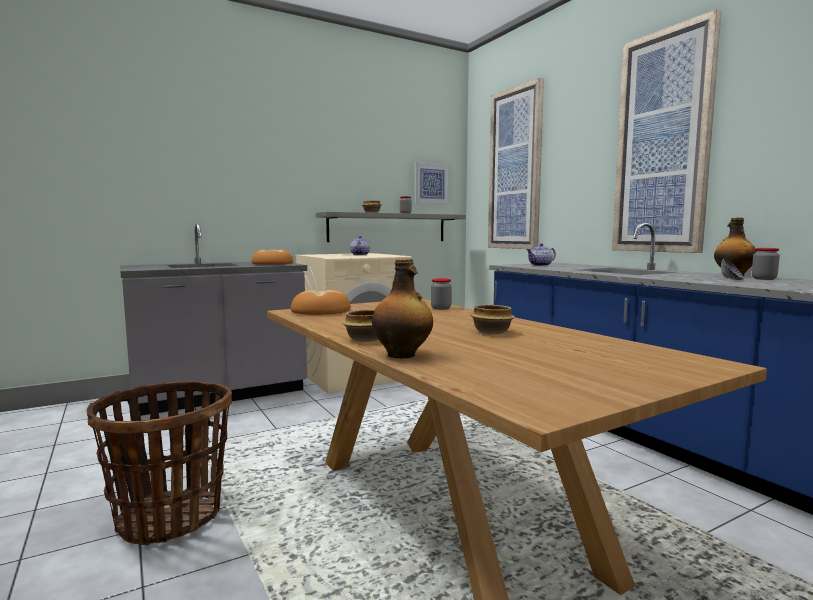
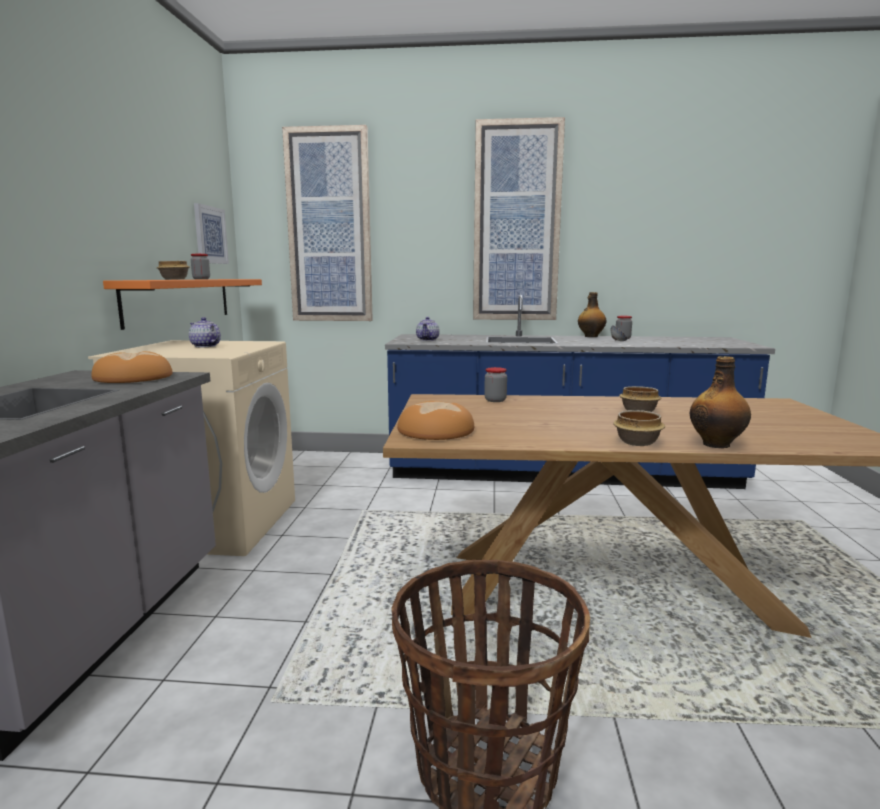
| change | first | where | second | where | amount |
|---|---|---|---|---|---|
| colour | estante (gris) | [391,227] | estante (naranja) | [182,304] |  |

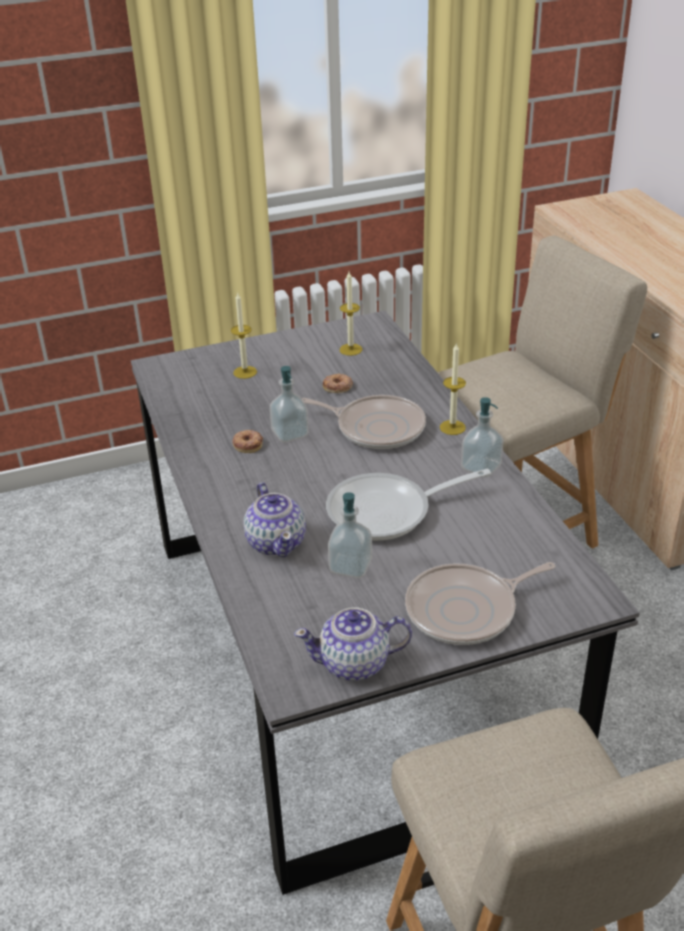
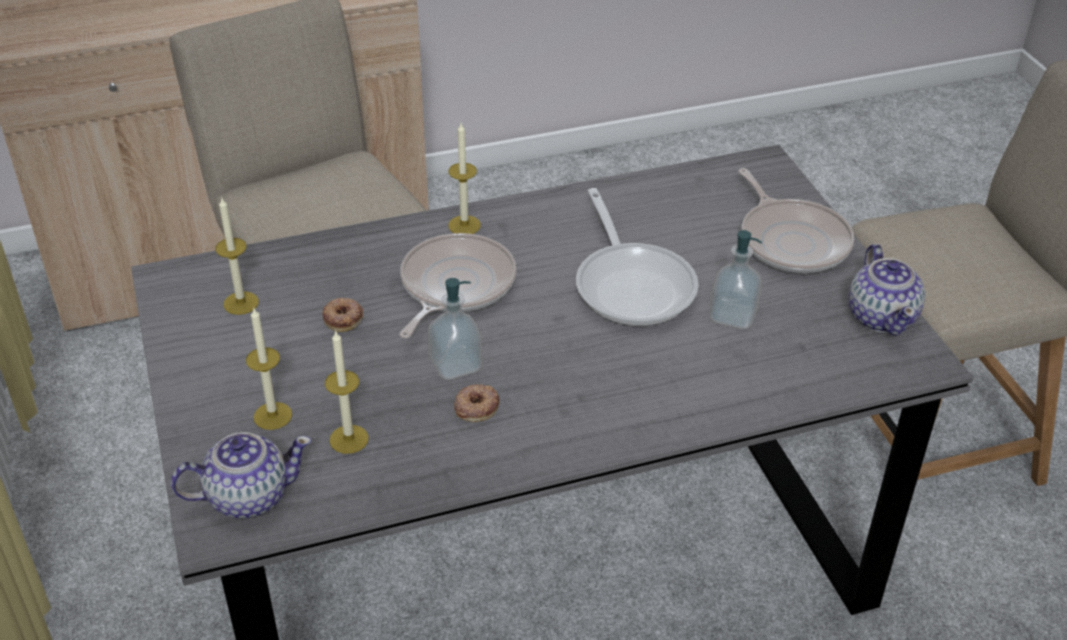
| change | first | where | second | where | amount |
|---|---|---|---|---|---|
| missing | dispensador de jabón | [482,437] |  |  |  |
| relocated | tetera | [275,519] |  | [241,475] |  |
| appeared |  |  | vela | [347,392] |  |

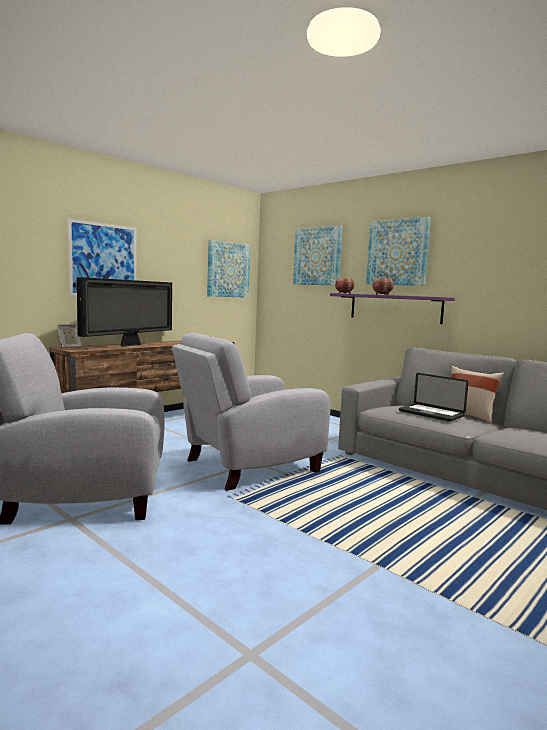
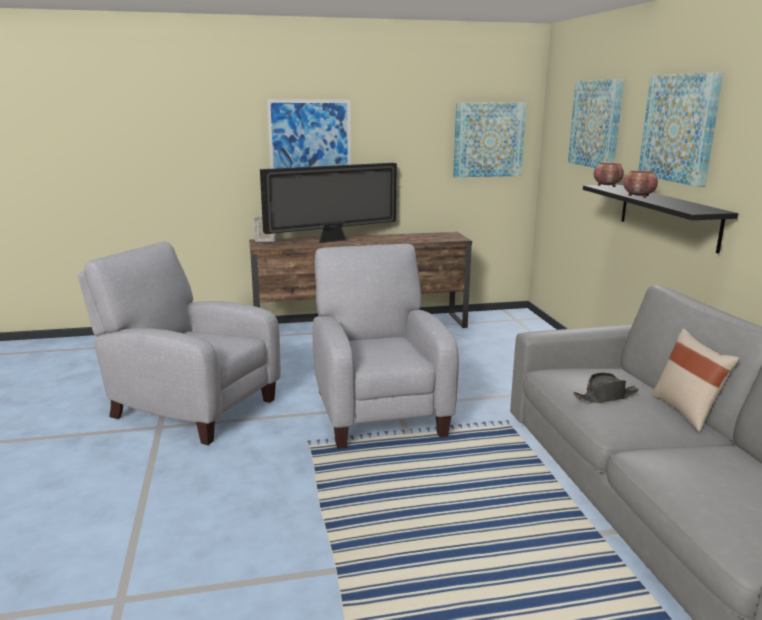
| change | first | where | second | where | amount |
|---|---|---|---|---|---|
| colour | estante (morado) | [392,308] | estante (negro) | [660,219] |  |
| spun | sillón (gris) | [251,412] |  | [386,346] | 75 degrees clockwise |
| exchanged | portátil | [434,397] | sombrero (negro) | [606,388] |  |

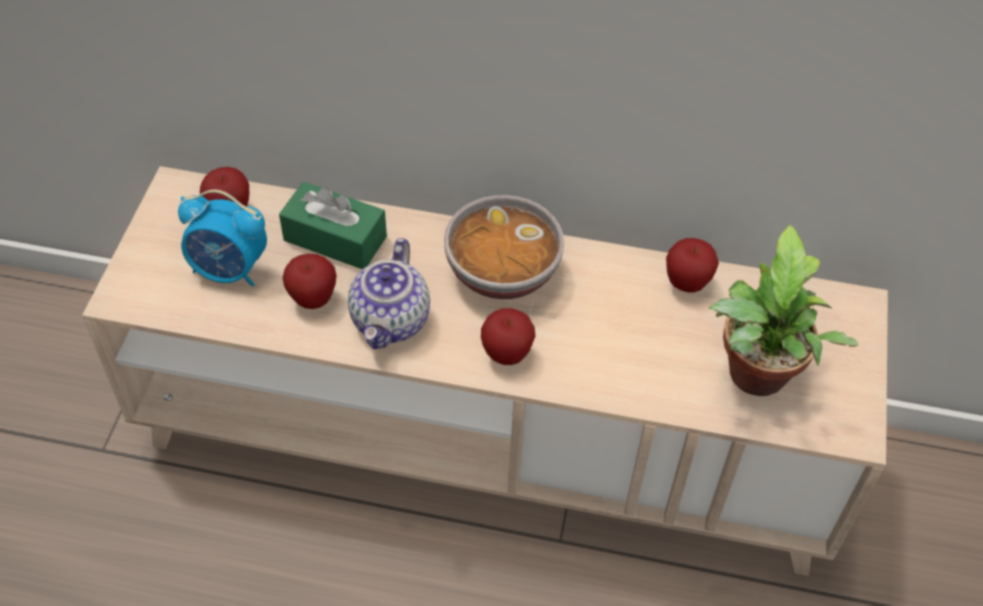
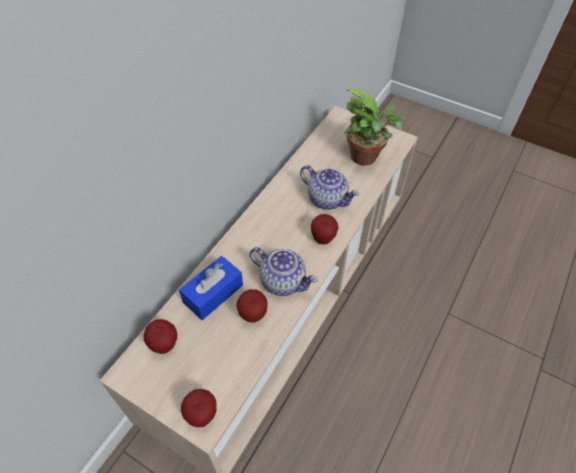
| change | first | where | second | where | amount |
|---|---|---|---|---|---|
| colour | caja de pañuelos (verde) | [333,225] | caja de pañuelos (azul) | [211,288] |  |
| missing | despertador | [222,238] |  |  |  |
| missing | cuenco | [504,247] |  |  |  |
| relocated | manzana | [692,265] |  | [199,408] |  |
| appeared |  |  | tetera | [330,187] |  |

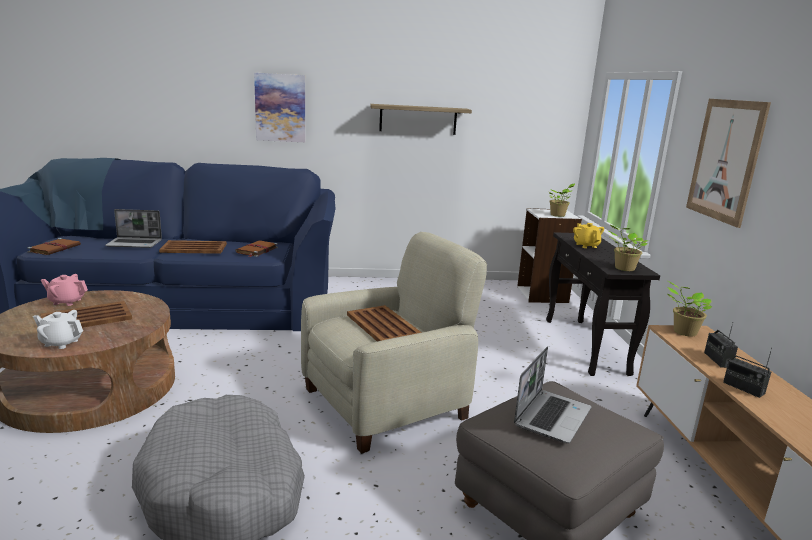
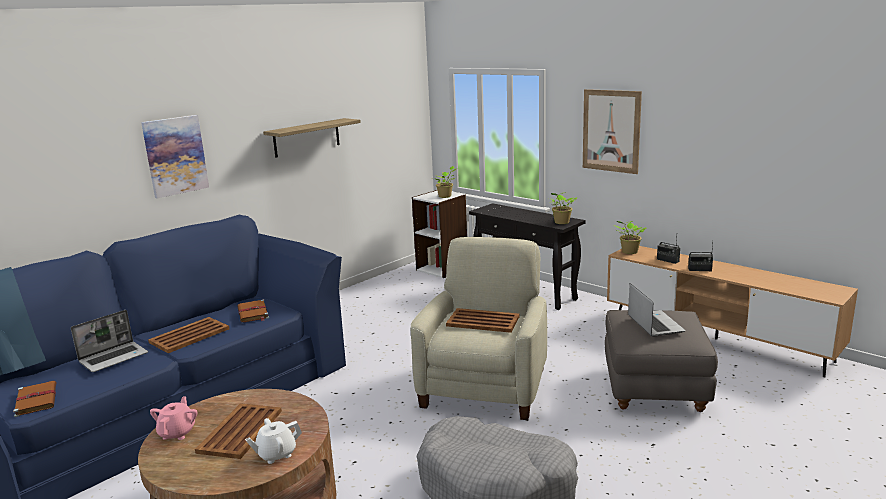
| change | first | where | second | where | amount |
|---|---|---|---|---|---|
| missing | tetera (amarillo) | [588,235] |  |  |  |
| spun | tetera (rosa) | [64,290] |  | [173,418] | 135 degrees clockwise |

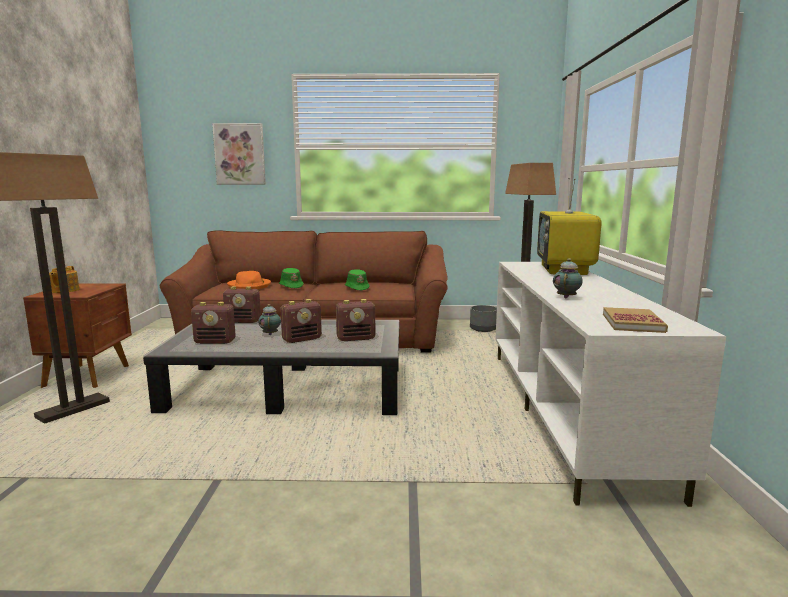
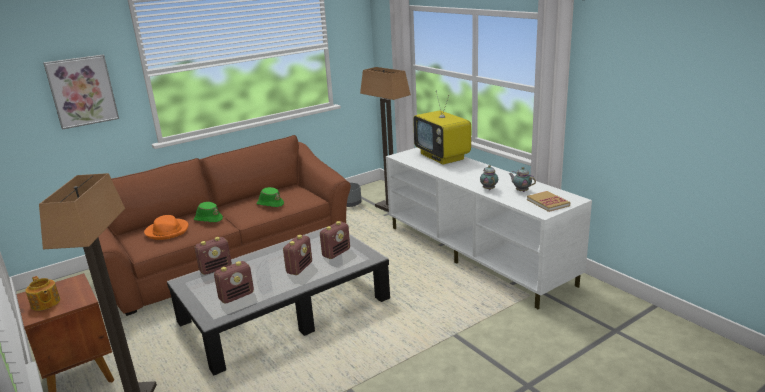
| change | first | where | second | where | amount |
|---|---|---|---|---|---|
| relocated | tetera | [269,319] |  | [522,179] |  |

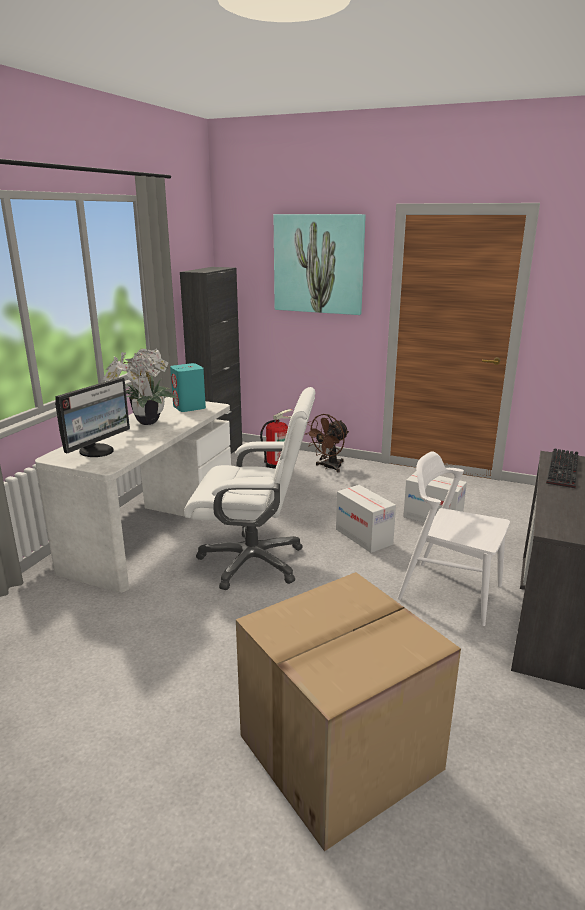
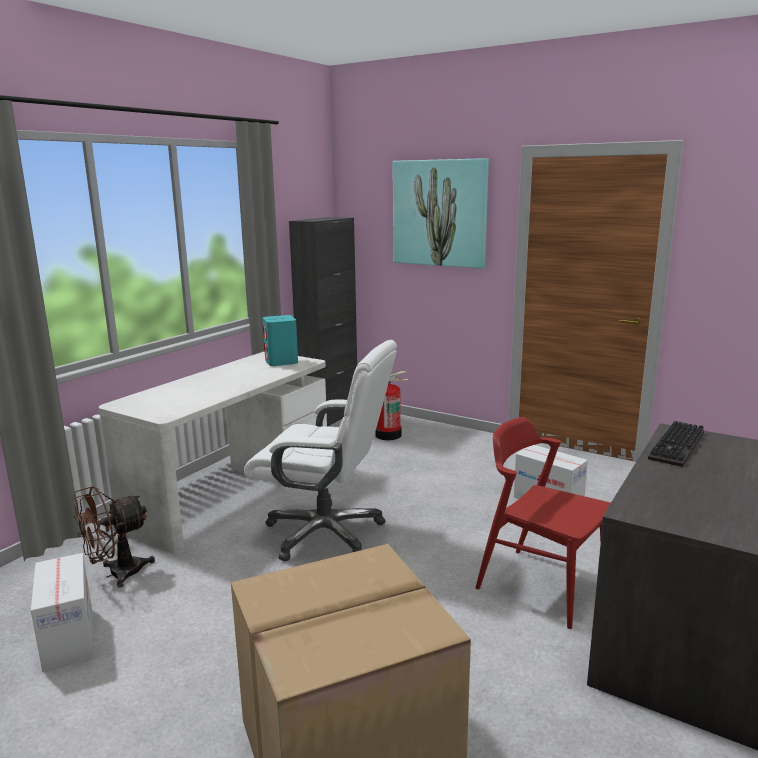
| change | first | where | second | where | amount |
|---|---|---|---|---|---|
| missing | planta en maceta | [140,386] |  |  |  |
| missing | monitor | [92,417] |  |  |  |
| relocated | ventilador (marrón) | [327,443] |  | [113,537] |  |
| colour | silla (blanco) | [454,538] | silla (rojo) | [543,523] |  |
| relocated | caja de cartón | [366,519] |  | [62,612] |  |

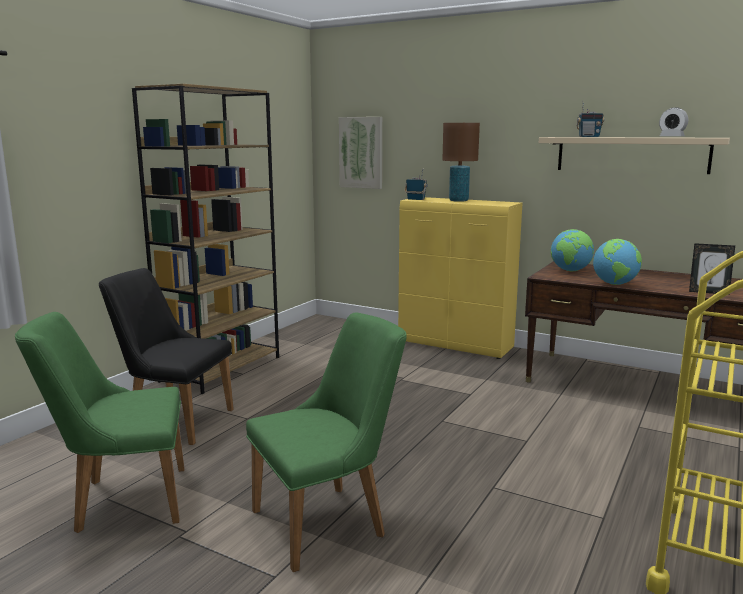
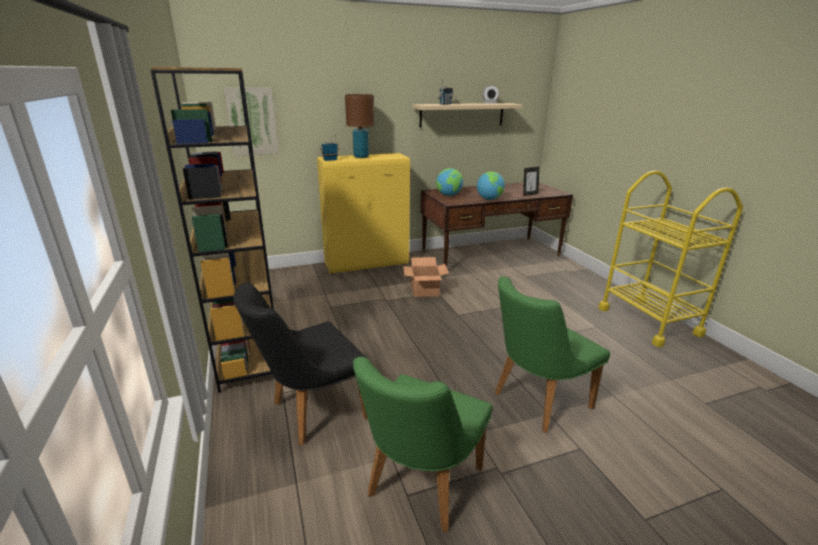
| change | first | where | second | where | amount |
|---|---|---|---|---|---|
| spun | silla (verde) | [326,442] |  | [552,354] | 135 degrees counterclockwise |
| appeared |  |  | caja de cartón | [426,277] |  |

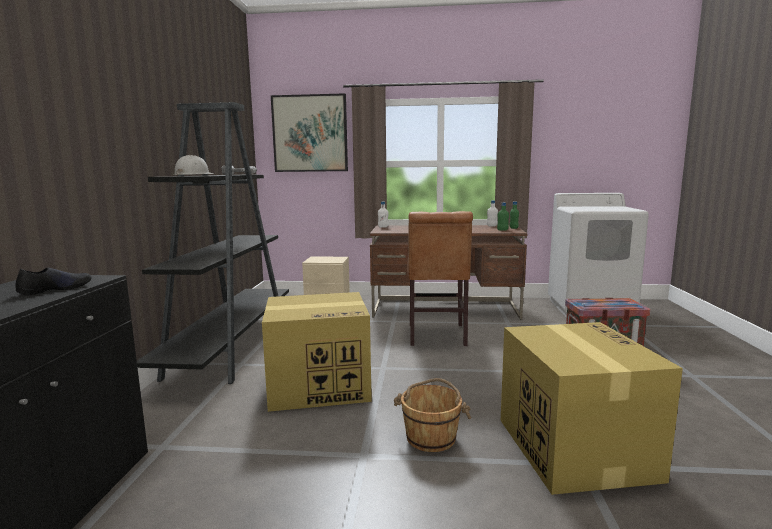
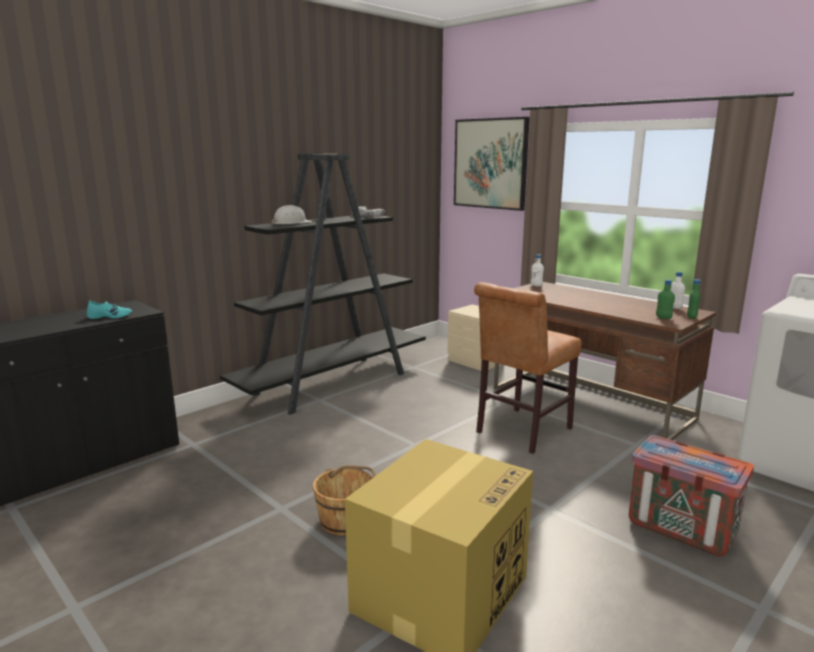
| change | first | where | second | where | amount |
|---|---|---|---|---|---|
| colour | zapato (negro) | [53,281] | zapato (turquesa) | [109,310] |  |
| missing | caja de cartón | [317,352] |  |  |  |

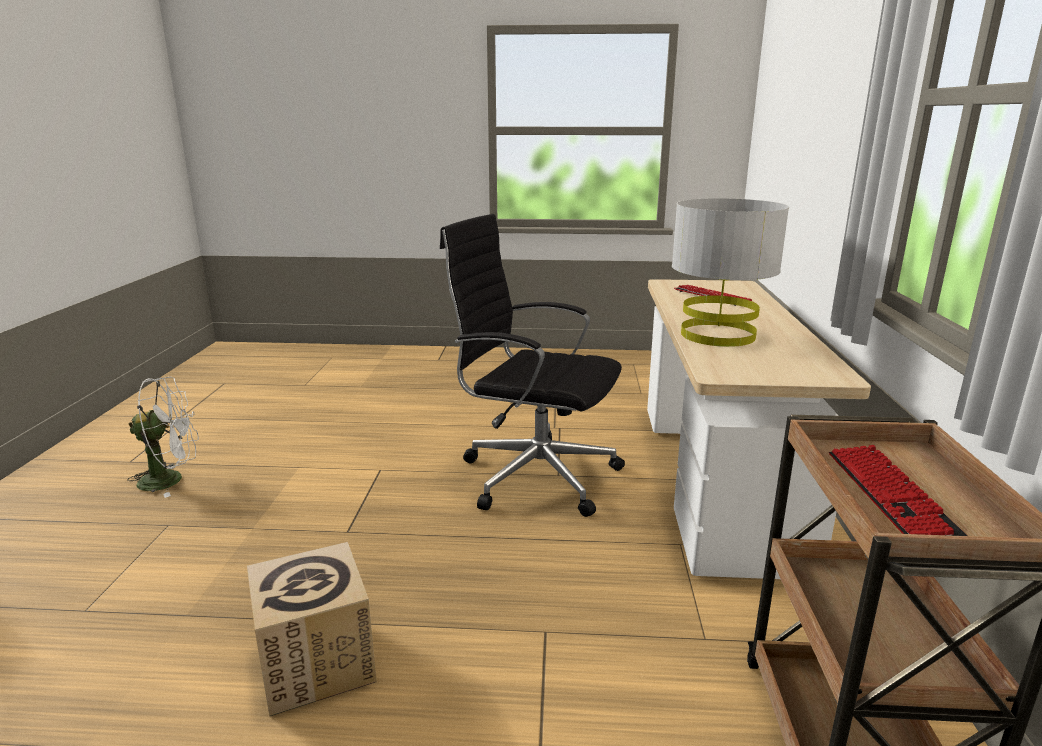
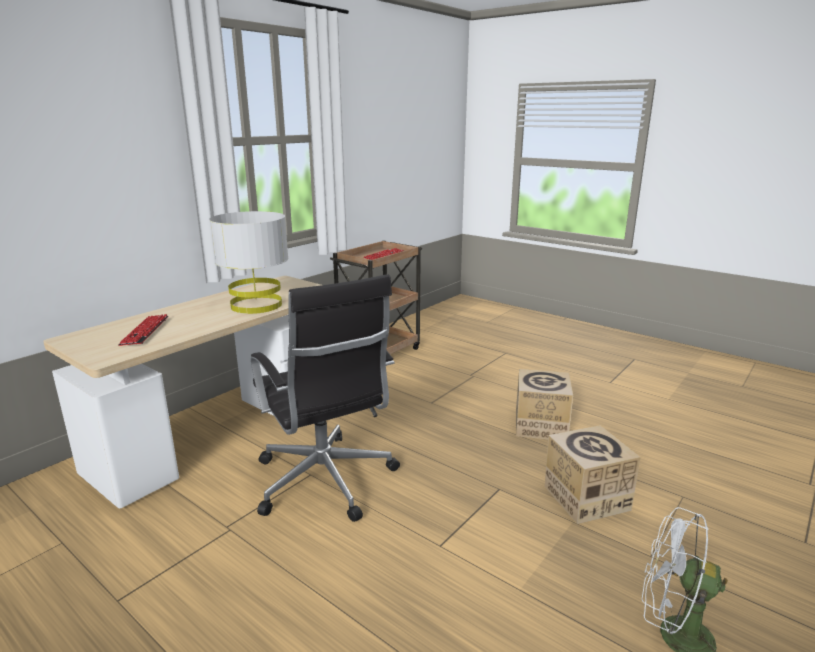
| change | first | where | second | where | amount |
|---|---|---|---|---|---|
| appeared |  |  | caja de cartón | [592,474] |  |

